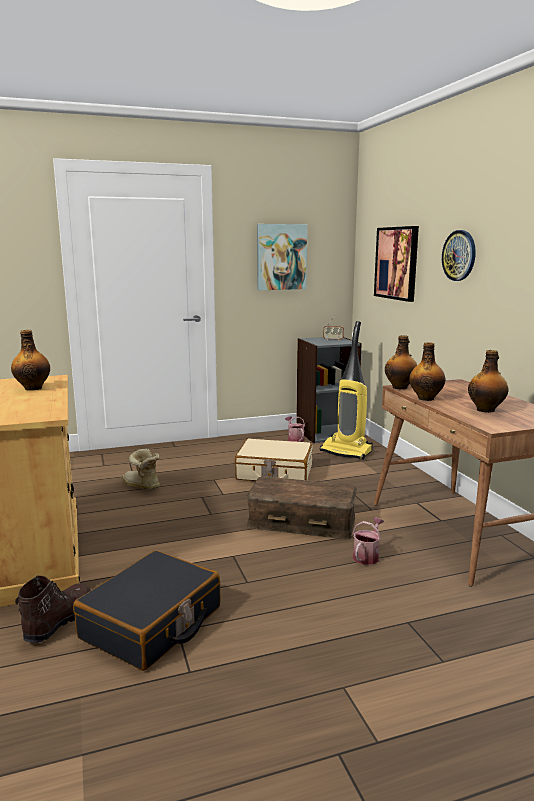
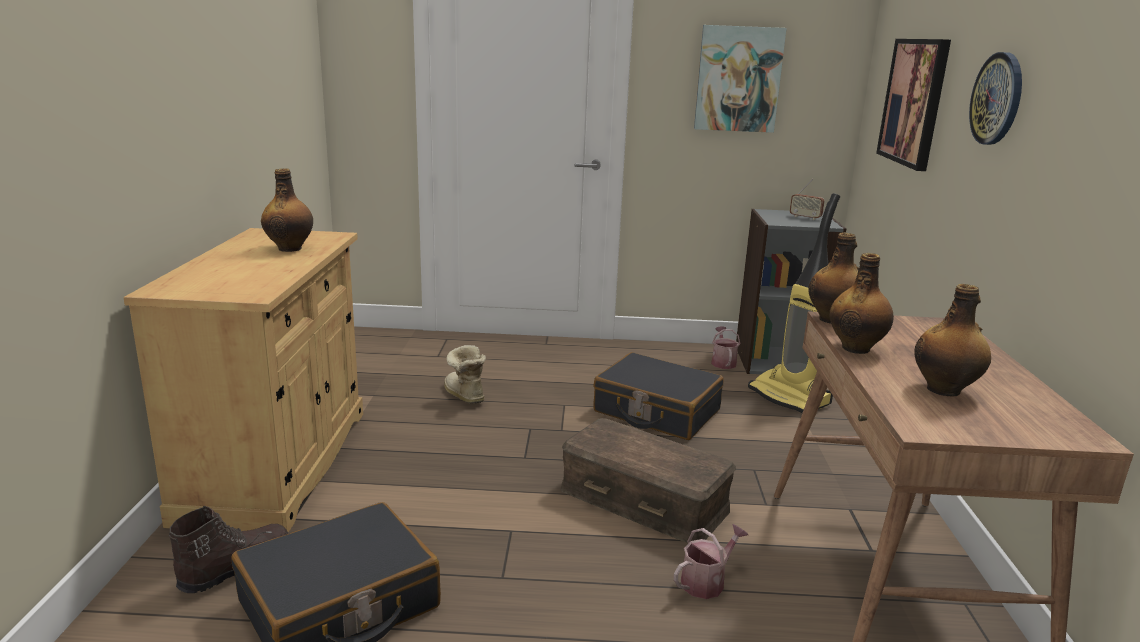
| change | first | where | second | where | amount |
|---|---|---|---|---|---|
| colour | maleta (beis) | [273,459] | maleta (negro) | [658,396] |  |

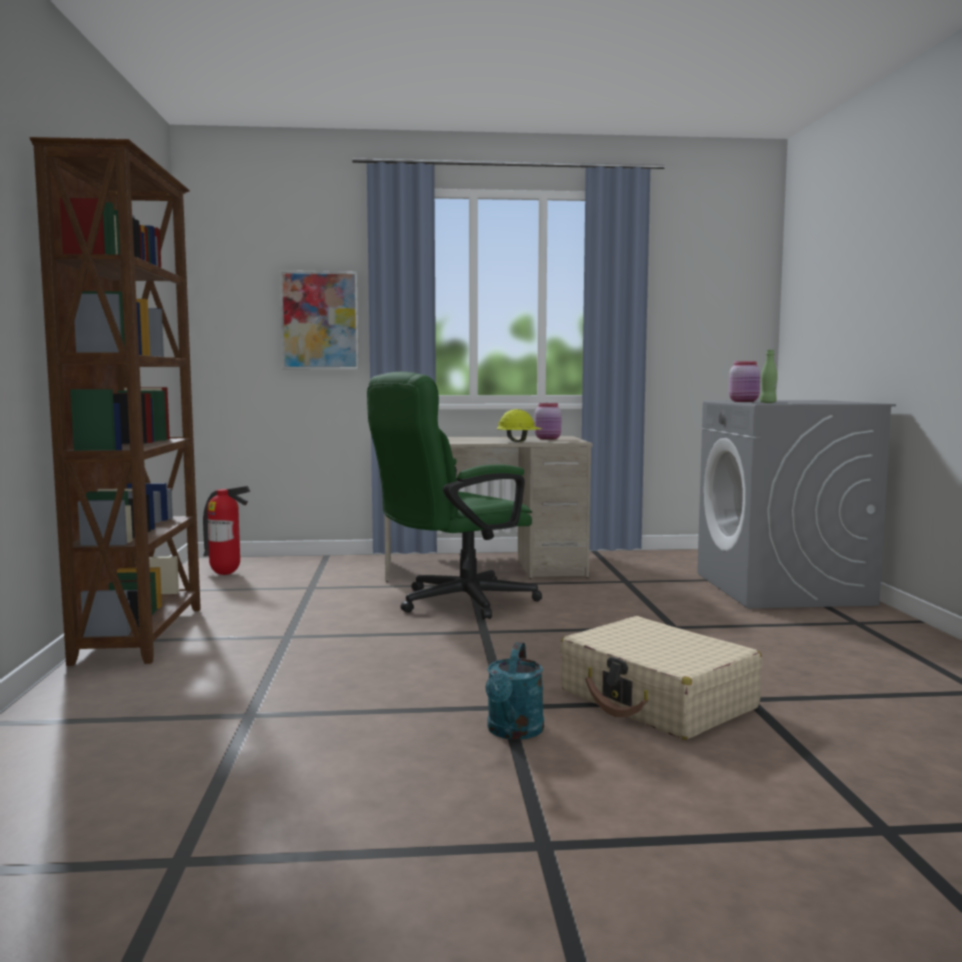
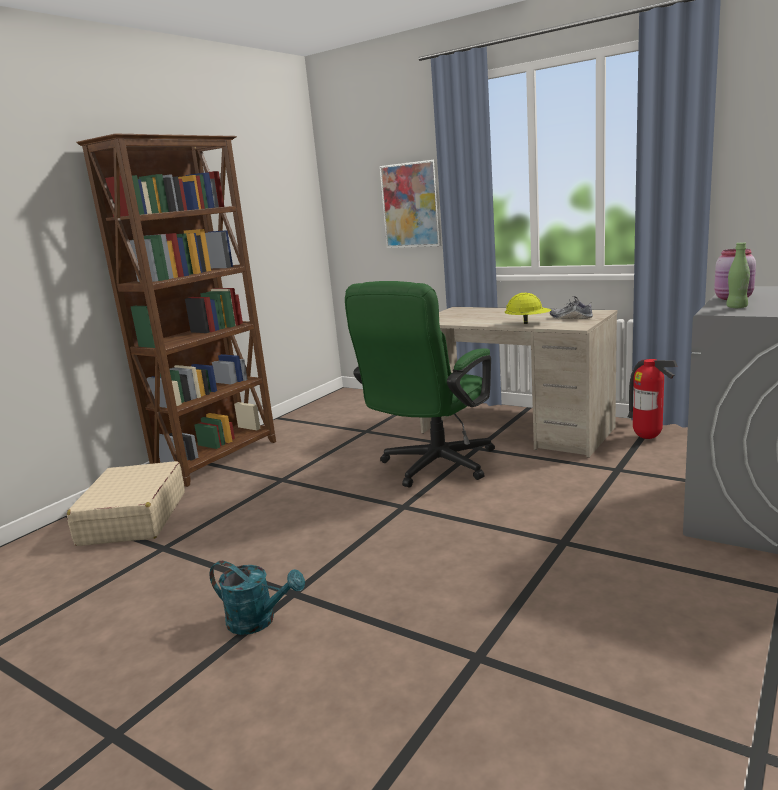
| change | first | where | second | where | amount |
|---|---|---|---|---|---|
| spun | silla de oficina (verde) | [454,496] |  | [420,384] | 60 degrees counterclockwise |
| exchanged | tarro (rosa) | [548,421] | zapato | [571,307] |  |
| relocated | extintor | [226,530] |  | [653,399] |  |
| relocated | maleta (beis) | [661,678] |  | [126,503] |  |
| spun | regadera (turquesa) | [515,691] |  | [257,598] | 120 degrees counterclockwise |

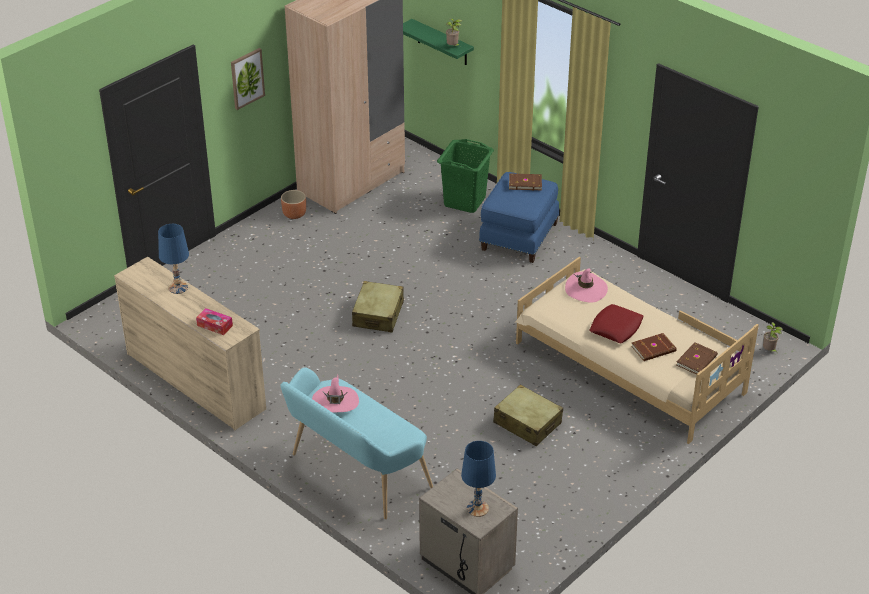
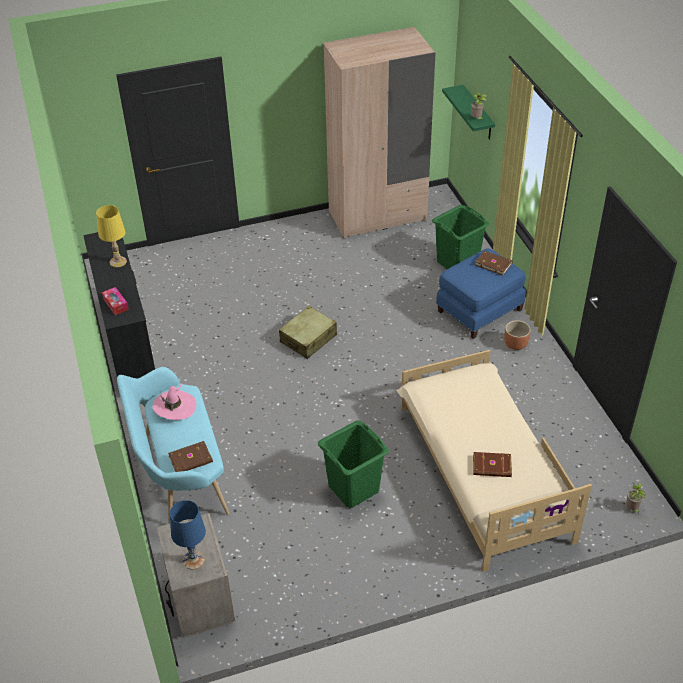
| change | first | where | second | where | amount |
|---|---|---|---|---|---|
| missing | cuadro | [248,79] |  |  |  |
| relocated | maceta (marrón) | [293,204] |  | [517,335] |  |
| colour | lámpara de mesa (azul) | [173,259] | lámpara de mesa (amarillo) | [111,236] |  |
| colour | cómoda (beis) | [190,343] | cómoda (negro) | [119,305] |  |
| missing | sombrero (rosa) | [586,286] |  |  |  |
| missing | cojín (rojo) | [616,323] |  |  |  |
| relocated | libro (marrón) | [697,358] |  | [190,456] |  |
| exchanged | maleta (beis) | [528,415] | cesto de la ropa (verde) | [353,464] |  |

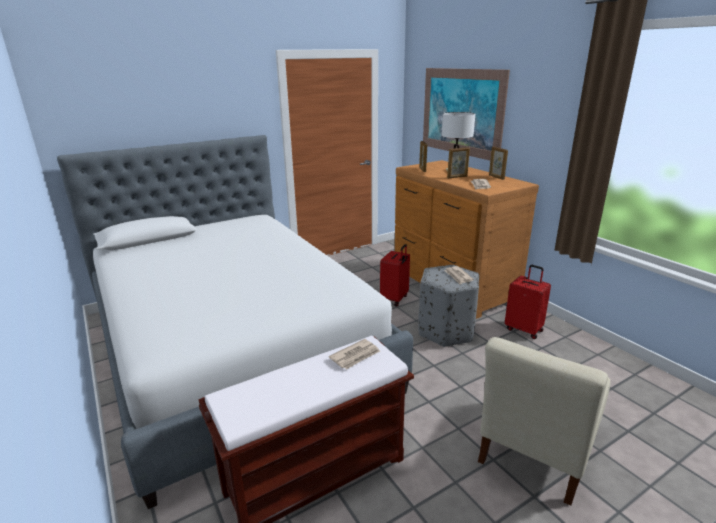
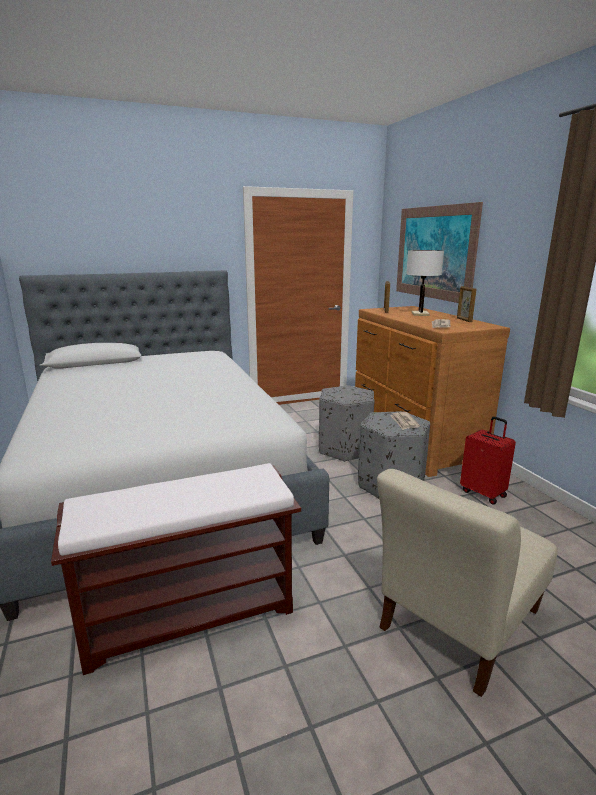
| change | first | where | second | where | amount |
|---|---|---|---|---|---|
| missing | portarretratos | [458,162] |  |  |  |
| exchanged | maleta (rojo) | [395,275] | puf (gris) | [347,423] |  |
| missing | periódico | [354,354] |  |  |  |

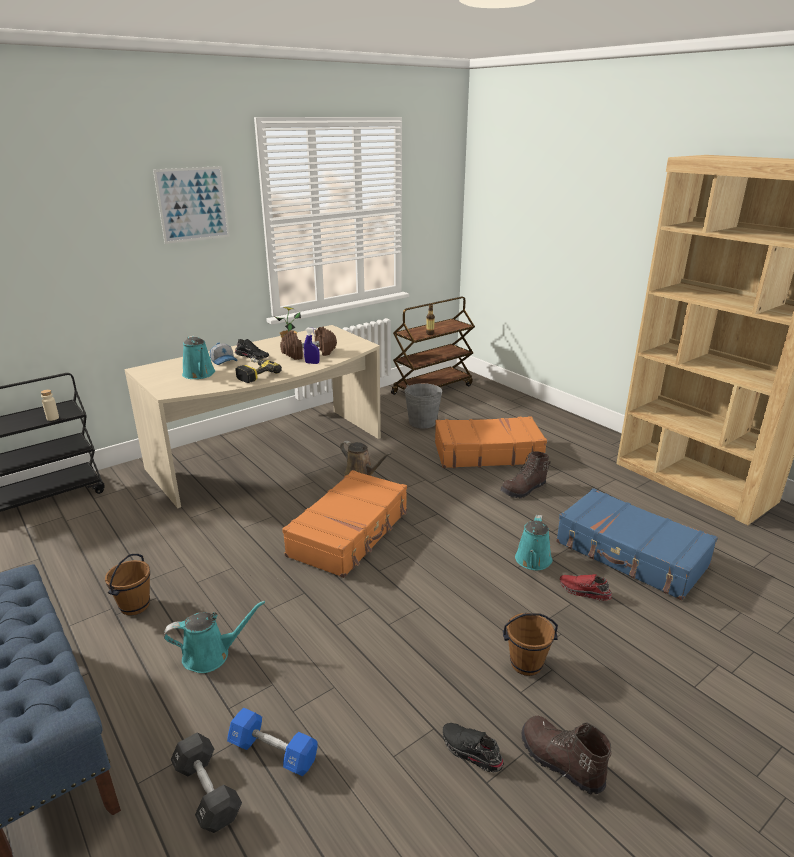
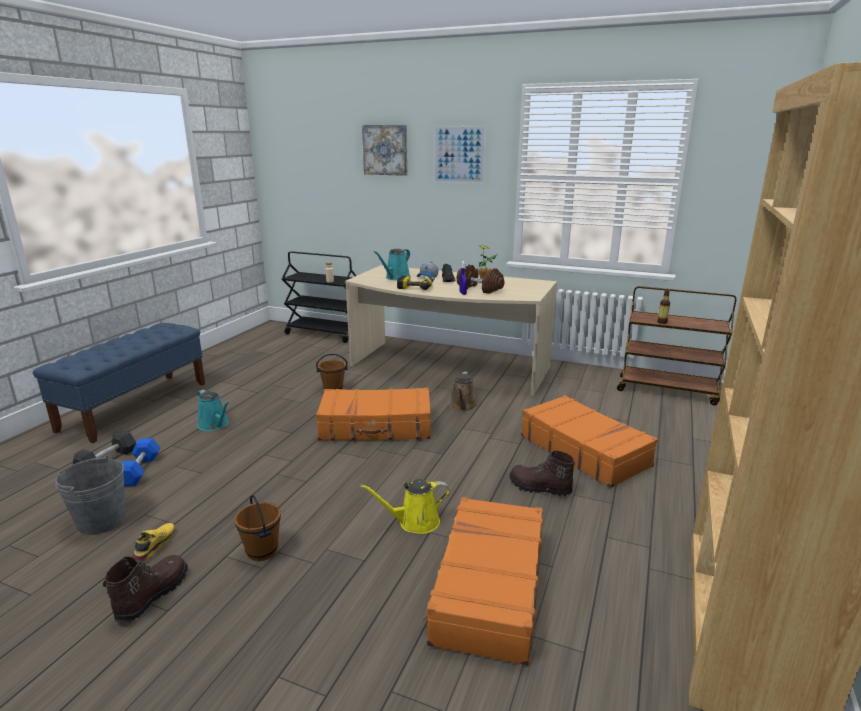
| change | first | where | second | where | amount |
|---|---|---|---|---|---|
| relocated | cubo (gris) | [423,405] |  | [90,495] |  |
| colour | maleta (azul) | [637,544] | maleta (naranja) | [483,581] |  |
| colour | regadera (turquesa) | [534,542] | regadera (amarillo) | [405,506] |  |
| relocated | cubo (marrón) | [127,584] |  | [332,372] |  |
| missing | zapato (rojo) | [586,587] |  |  |  |
| colour | zapato (negro) | [473,747] | zapato (amarillo) | [154,542] |  |
| appeared |  |  | cuadro | [384,150] |  |

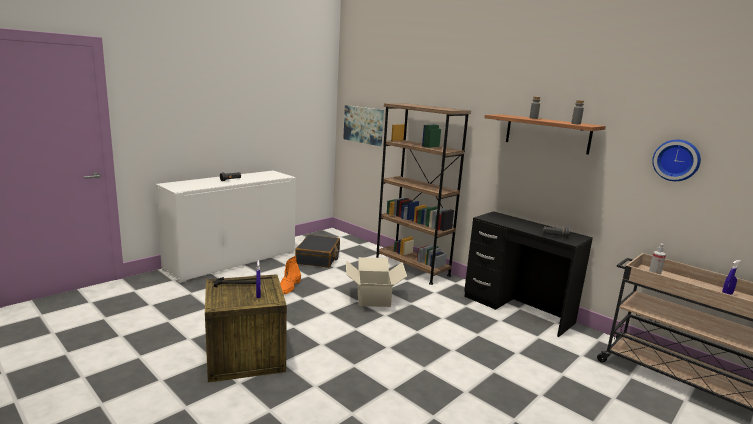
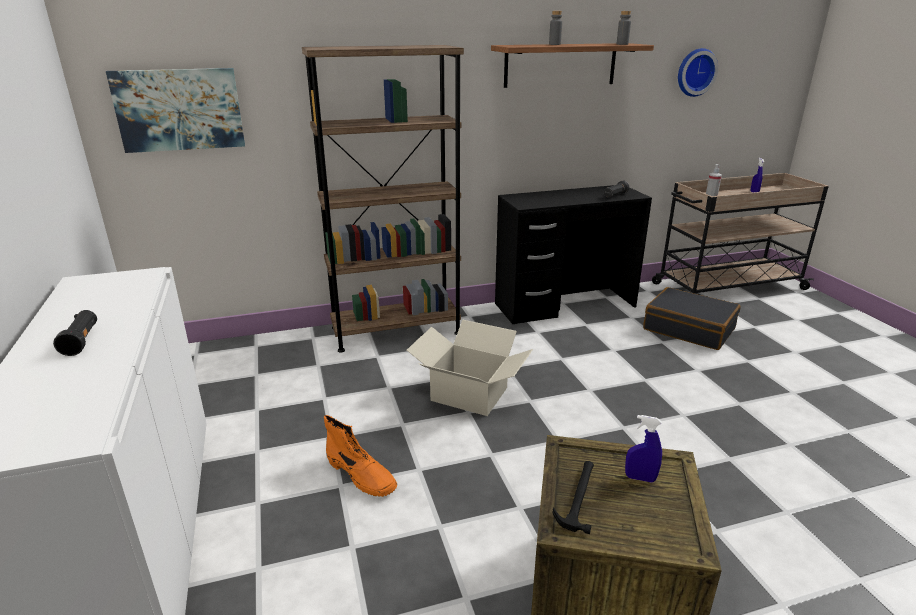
| change | first | where | second | where | amount |
|---|---|---|---|---|---|
| relocated | maleta (negro) | [317,251] |  | [692,318] |  |

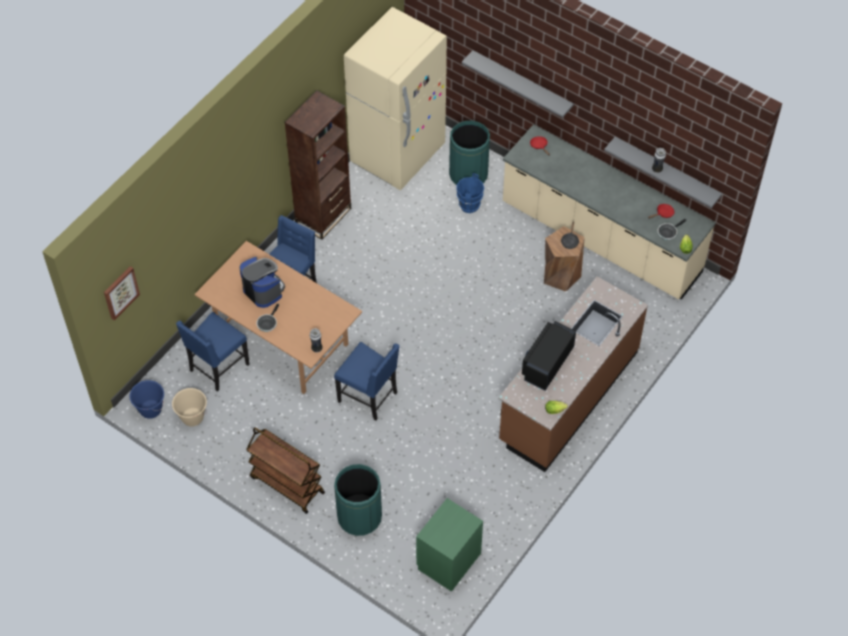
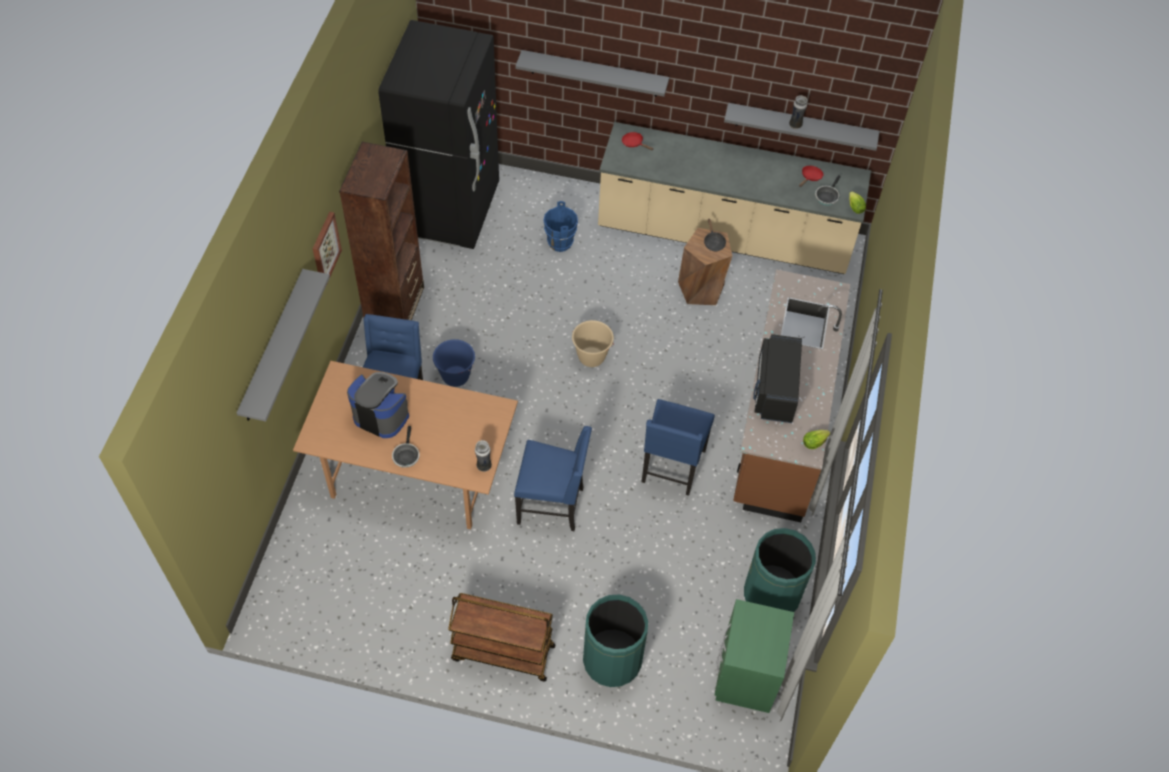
| change | first | where | second | where | amount |
|---|---|---|---|---|---|
| colour | nevera (beis) | [395,98] | nevera (negro) | [438,134] |  |
| relocated | papelera (verde) | [469,153] |  | [780,570] |  |
| relocated | cuadro | [122,293] |  | [327,246] |  |
| relocated | silla (azul) | [212,352] |  | [678,447] |  |
| relocated | cubo (azul) | [146,399] |  | [454,363] |  |
| relocated | cubo (beis) | [189,407] |  | [593,343] |  |
| appeared |  |  | estante (gris) | [283,345] |  |

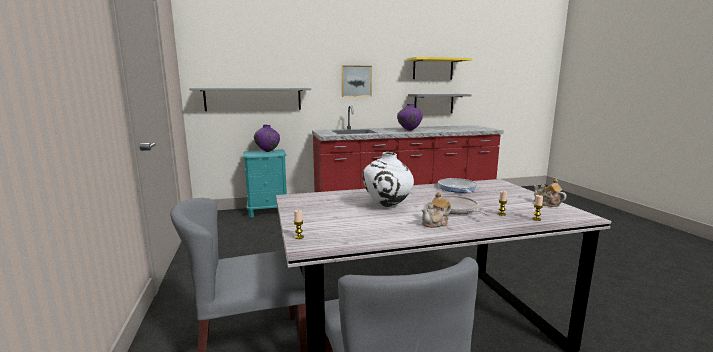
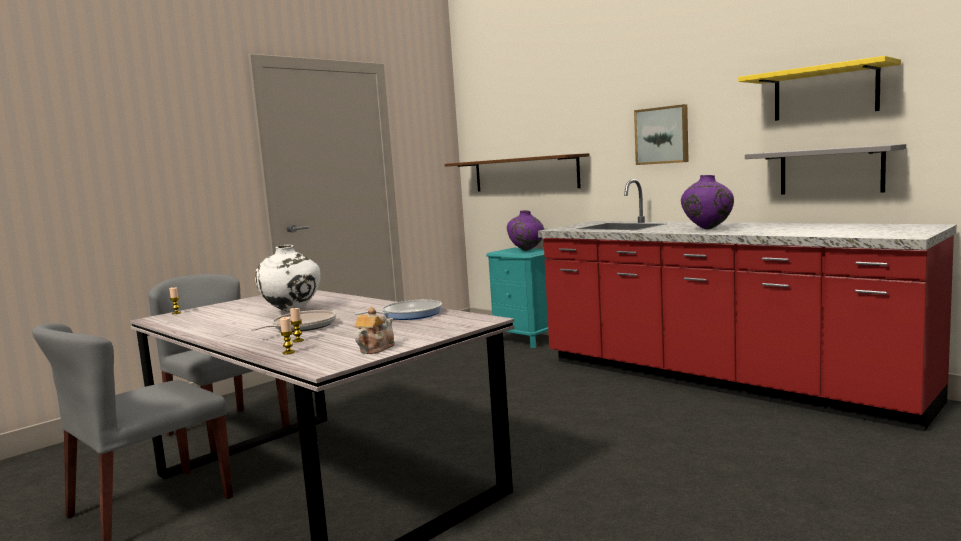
| change | first | where | second | where | amount |
|---|---|---|---|---|---|
| colour | estante (gris) | [250,99] | estante (marrón) | [517,172] |  |
| missing | tetera | [436,210] |  |  |  |

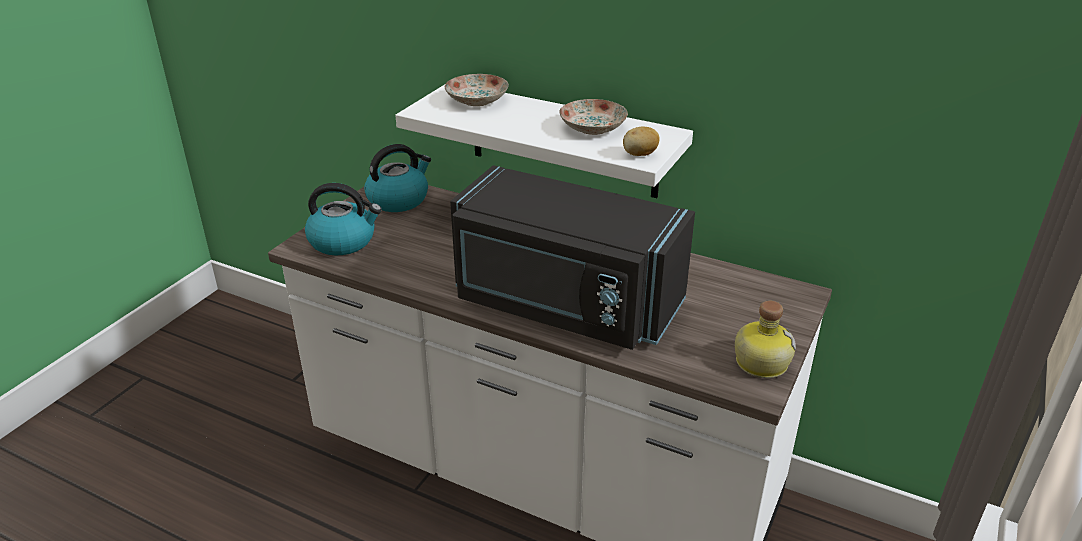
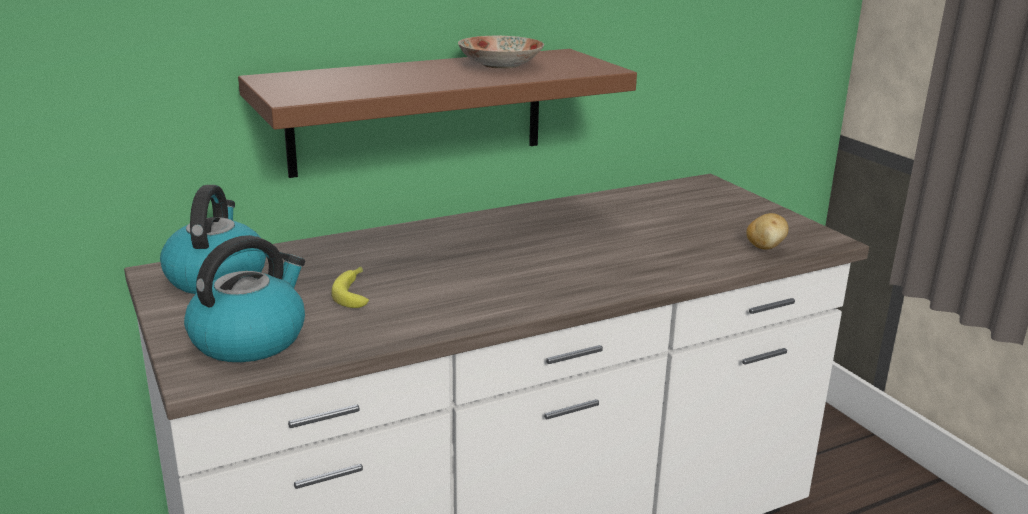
| change | first | where | second | where | amount |
|---|---|---|---|---|---|
| missing | plato | [477,90] |  |  |  |
| colour | estante (blanco) | [544,141] | estante (marrón) | [437,113] |  |
| relocated | patata | [641,141] |  | [767,231] |  |
| missing | microondas (negro) | [572,257] |  |  |  |
| missing | botella | [765,339] |  |  |  |
| appeared |  |  | plátano | [350,287] |  |

